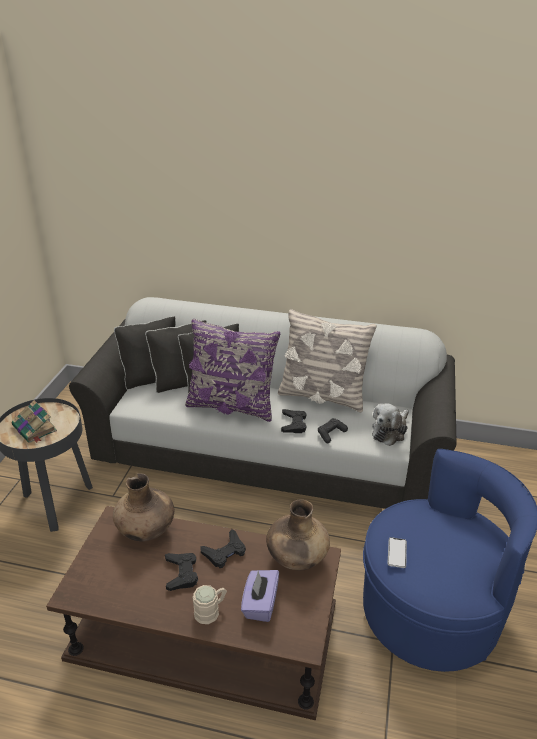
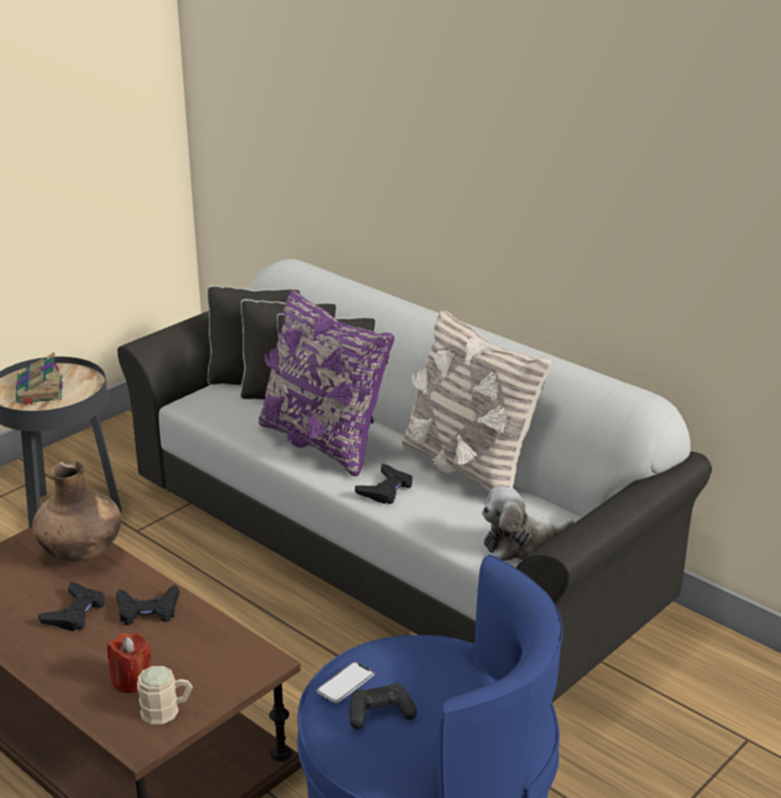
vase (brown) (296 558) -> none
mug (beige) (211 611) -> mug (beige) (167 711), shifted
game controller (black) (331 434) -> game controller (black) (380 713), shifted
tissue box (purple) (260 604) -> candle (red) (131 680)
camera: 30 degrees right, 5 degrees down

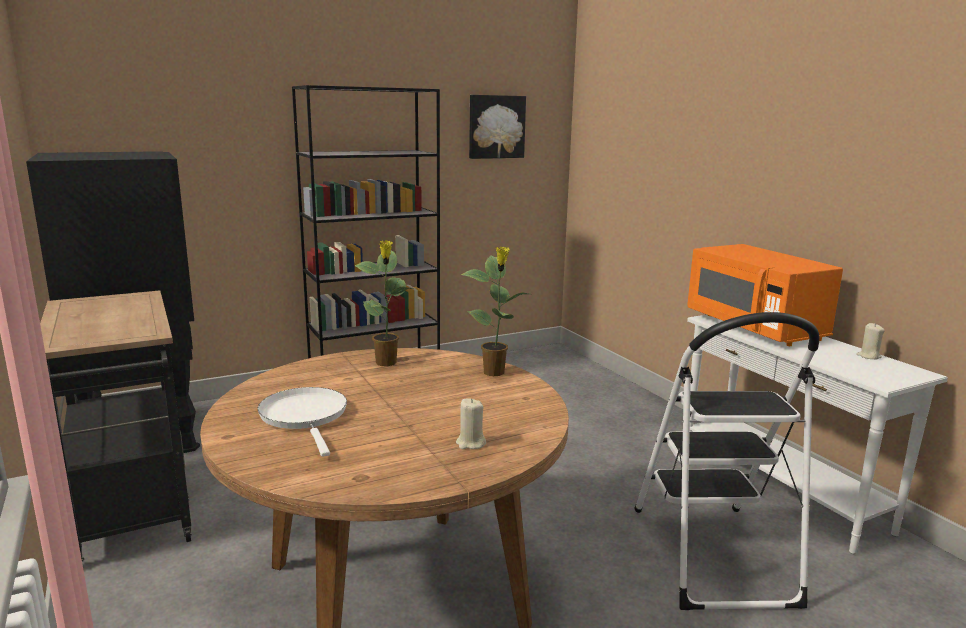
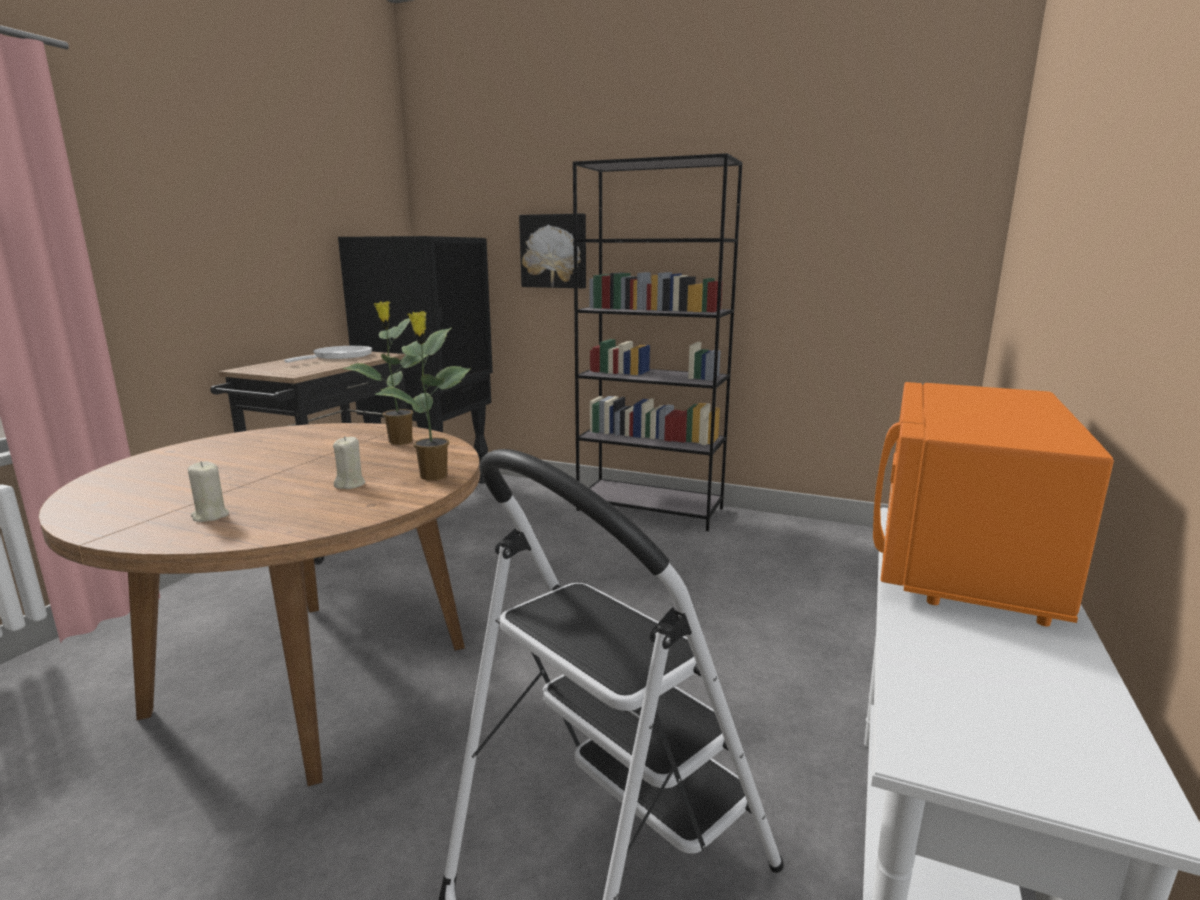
frying pan (white) (305 416) -> frying pan (white) (340 357), shifted
picture (496 127) -> picture (554 251), shifted
candle (beige) (868 356) -> candle (beige) (350 484), shifted
camera: 50 degrees right, 0 degrees up

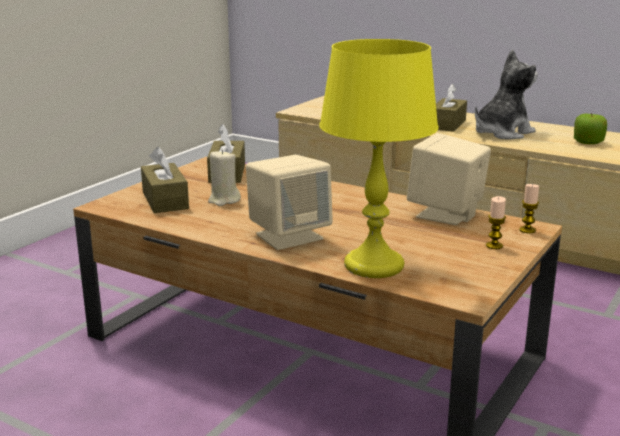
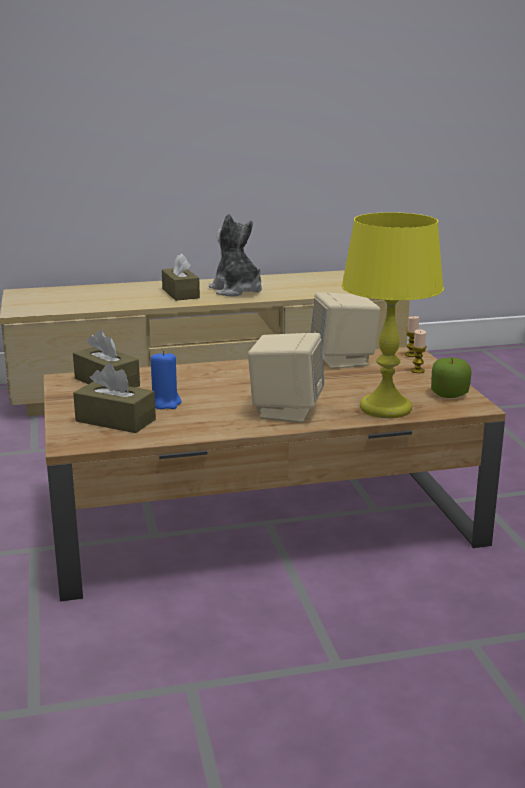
apple (588 142) -> apple (449 394), shifted
candle (beige) (224 200) -> candle (blue) (165 403)
plush toy (502 133) -> plush toy (236 291), 45 degrees counterclockwise
camera: 45 degrees left, 0 degrees up

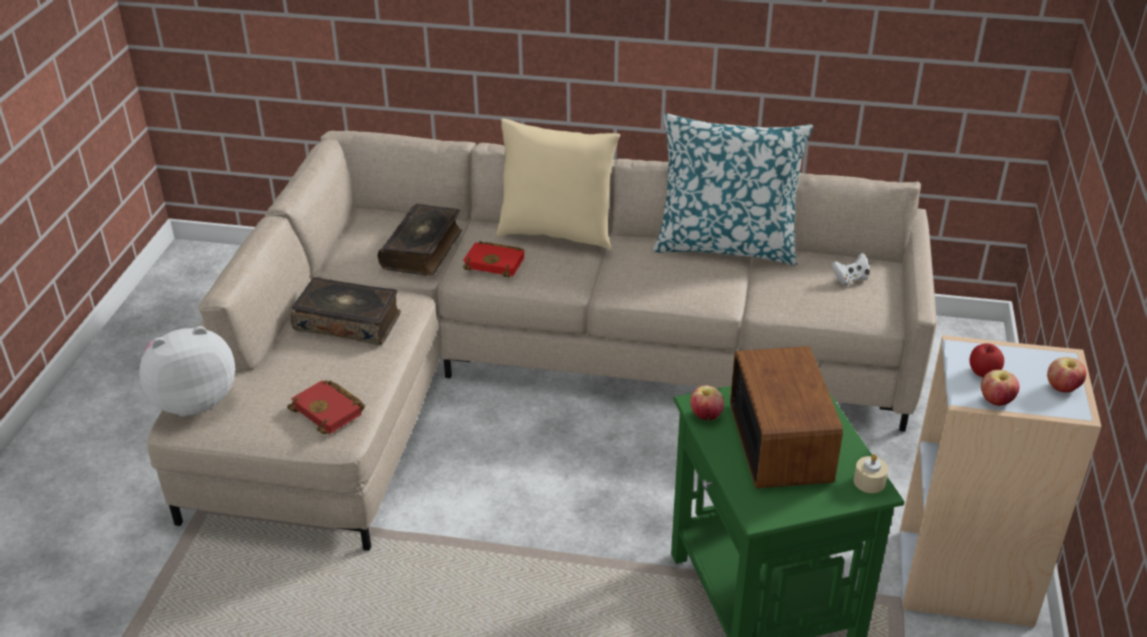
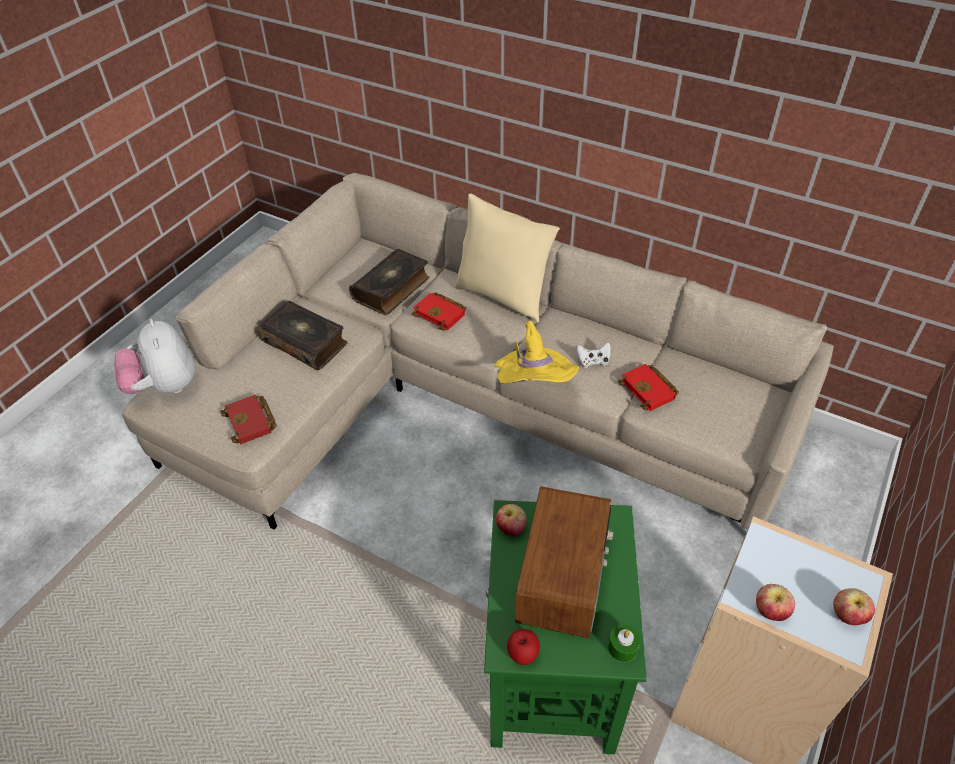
pillow (726 245) -> none
none -> hat (yellow) (533 386)
none -> book (red) (650 390)
game controller (white) (850 279) -> game controller (white) (593 361), shifted
apple (983 372) -> apple (523 653), shifted
candle (beige) (869 482) -> candle (green) (623 647)
plush toy (194 400) -> plush toy (165 386), 105 degrees counterclockwise
camera: 20 degrees right, 10 degrees up

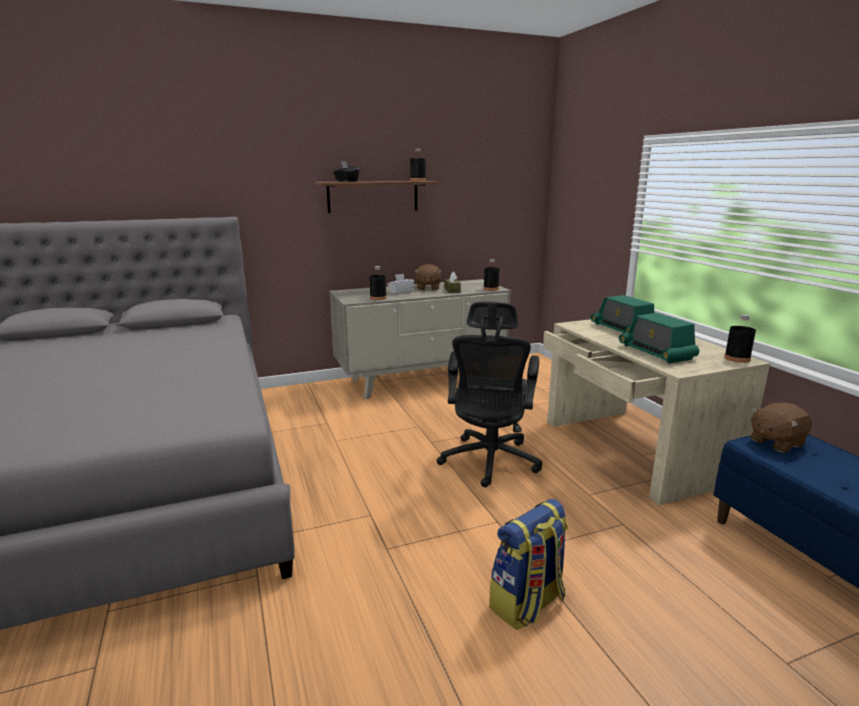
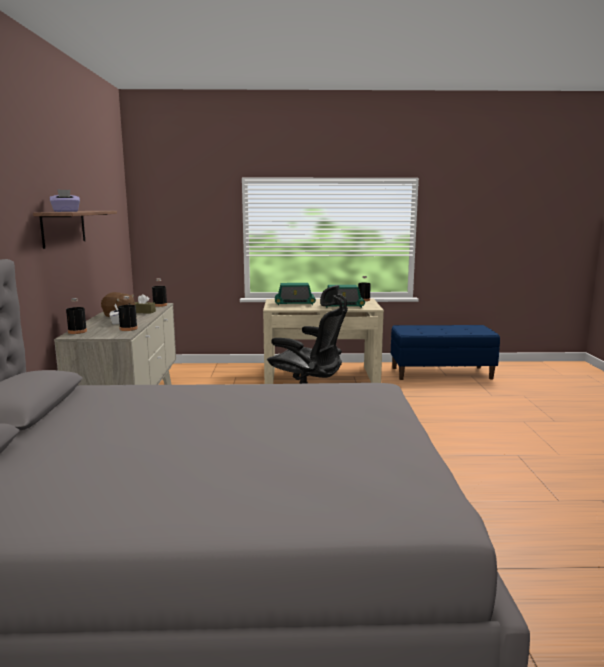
backpack (527 604) -> none
plush toy (brown) (776 442) -> none
bottle (black) (418 181) -> bottle (black) (77 331), shifted
tissue box (black) (346 181) -> tissue box (purple) (66 211)
camera: 70 degrees left, 5 degrees down

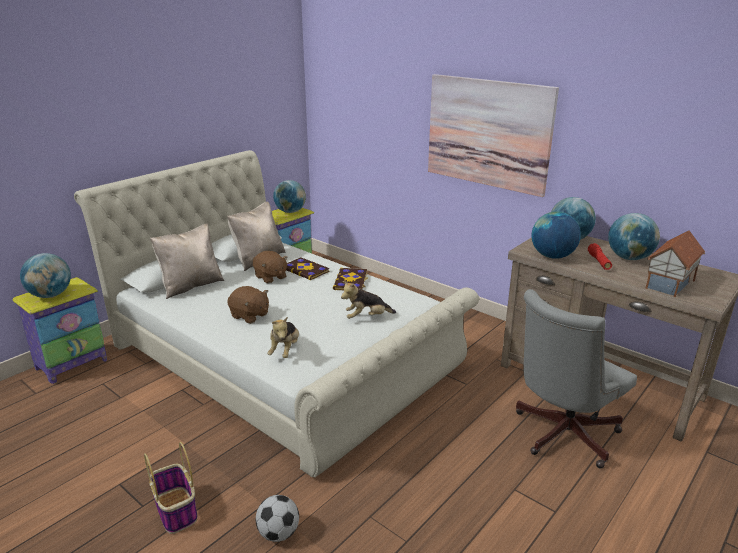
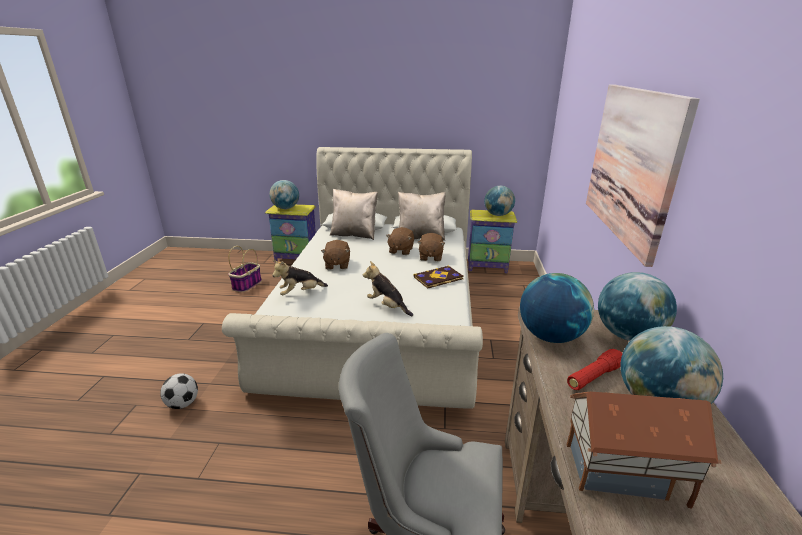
basket (177 510) -> basket (247 285), shifted
book (306 270) -> plush toy (brown) (430 257)
camera: 55 degrees right, 0 degrees up

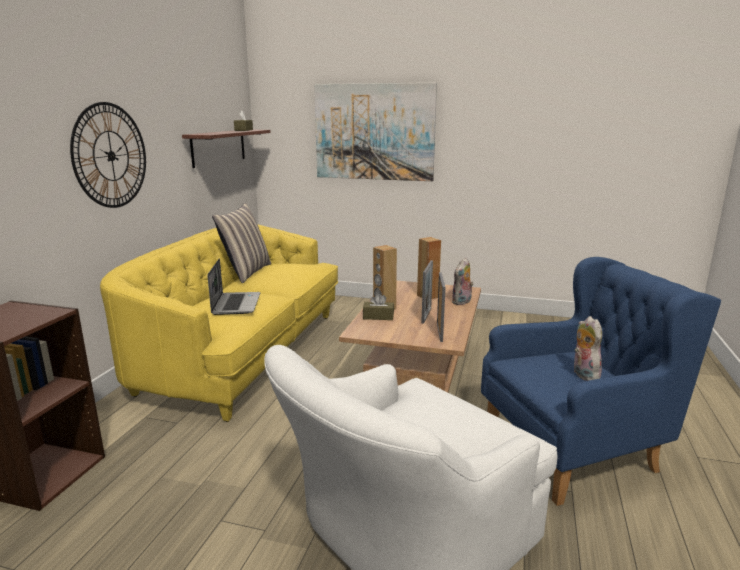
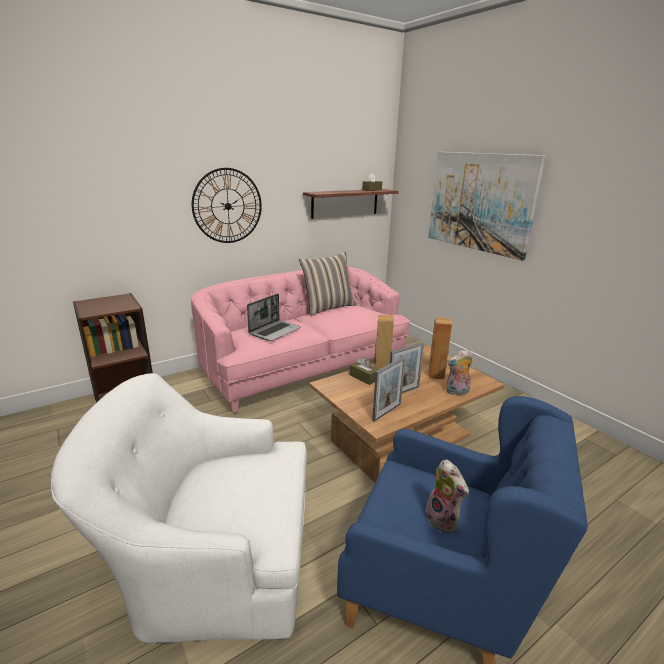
sofa (yellow) (242 353) -> sofa (pink) (303 369)
plush toy (583 374) -> plush toy (444 520), 120 degrees clockwise
camera: 40 degrees right, 5 degrees up

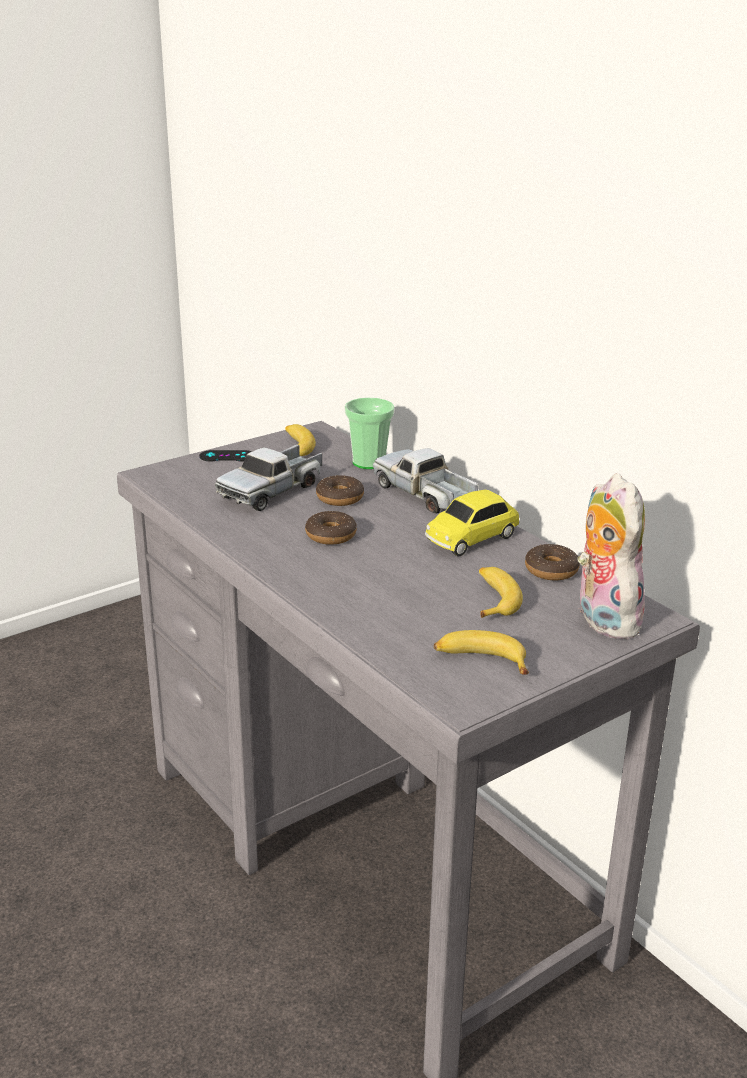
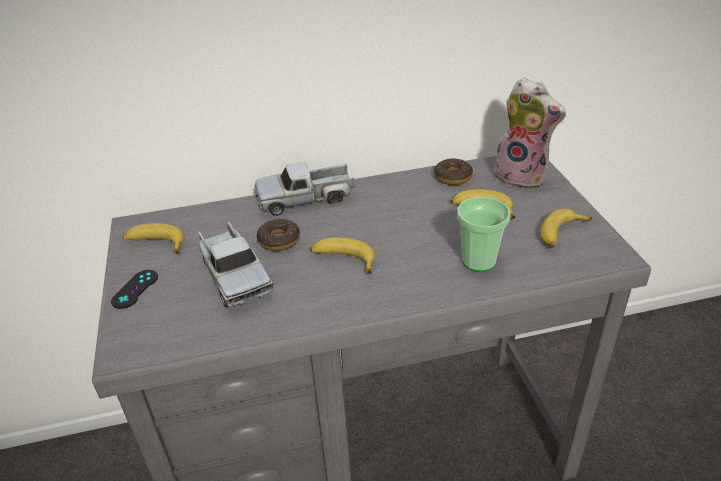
toy car (472 538) -> none
cup (369 462) -> cup (478 261), shifted
donut (331 535) -> banana (343 260)
plush toy (601 618) -> plush toy (522 176), 150 degrees counterclockwise
camera: 65 degrees left, 10 degrees up

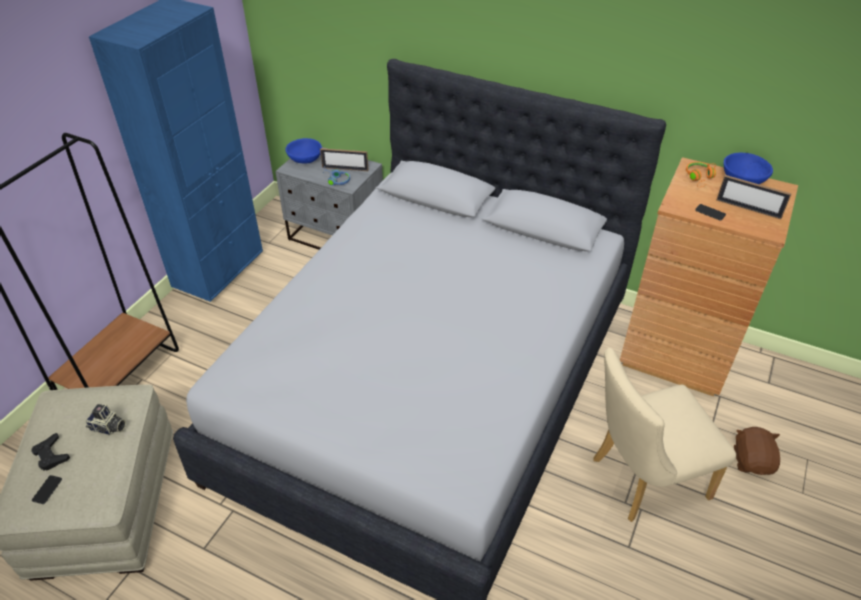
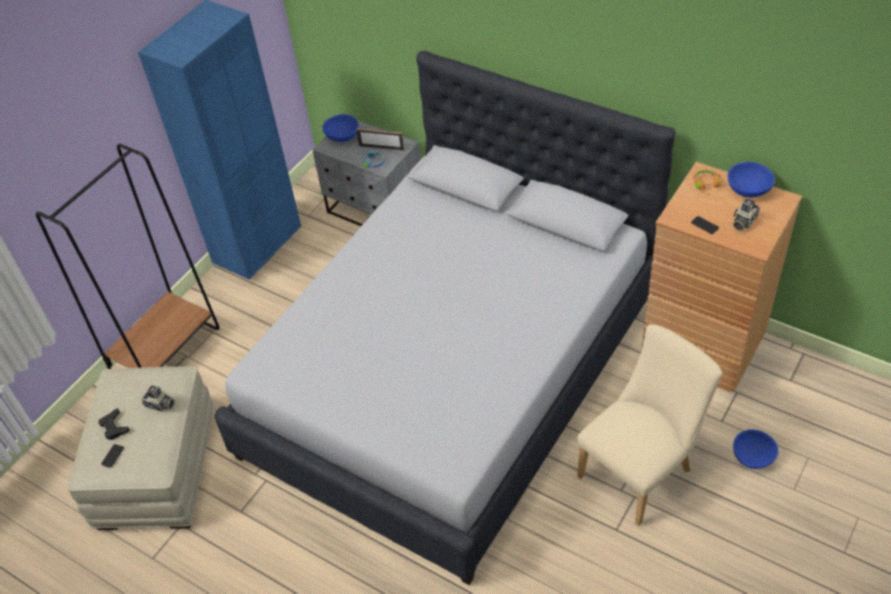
picture frame (748 209) -> photo camera (743 222)
plush toy (brown) (752 461) -> bowl (blue) (752 457)
chair (beige) (641 479) -> chair (beige) (641 470), 150 degrees clockwise
camera: 10 degrees right, 5 degrees up

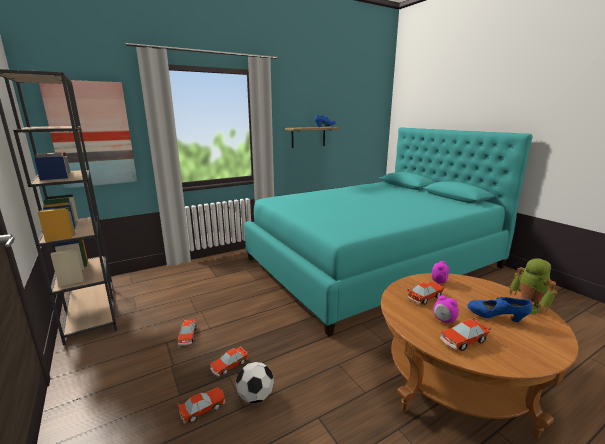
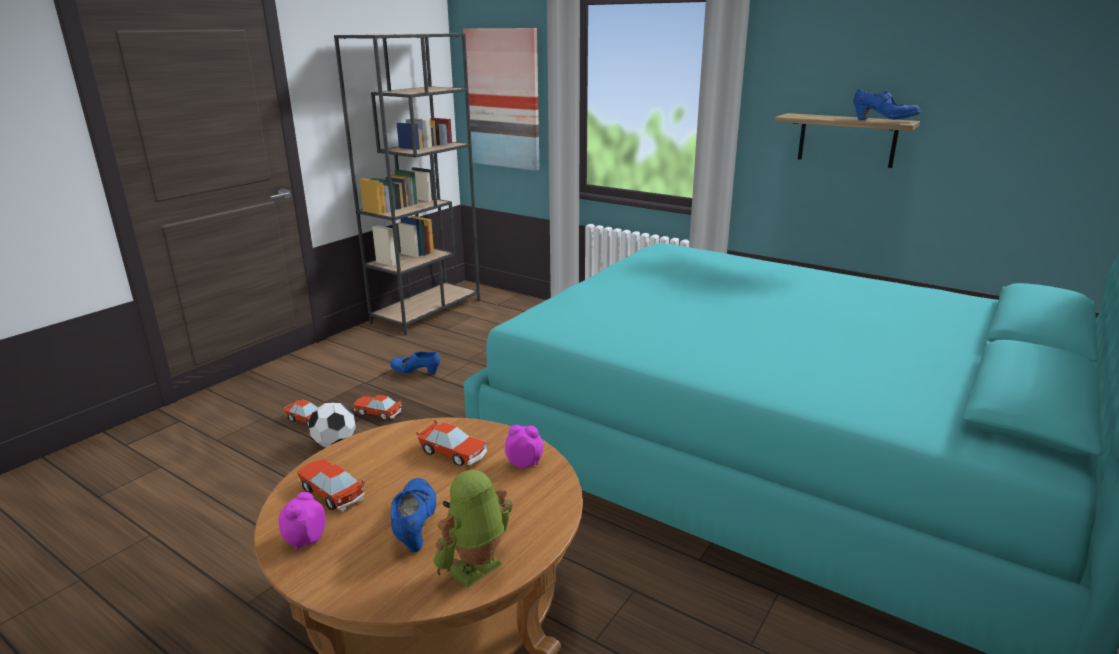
alarm clock (444 320) -> alarm clock (305 540), shifted
toy car (187 336) -> shoe (blue) (416 372)
camera: 65 degrees right, 5 degrees up

